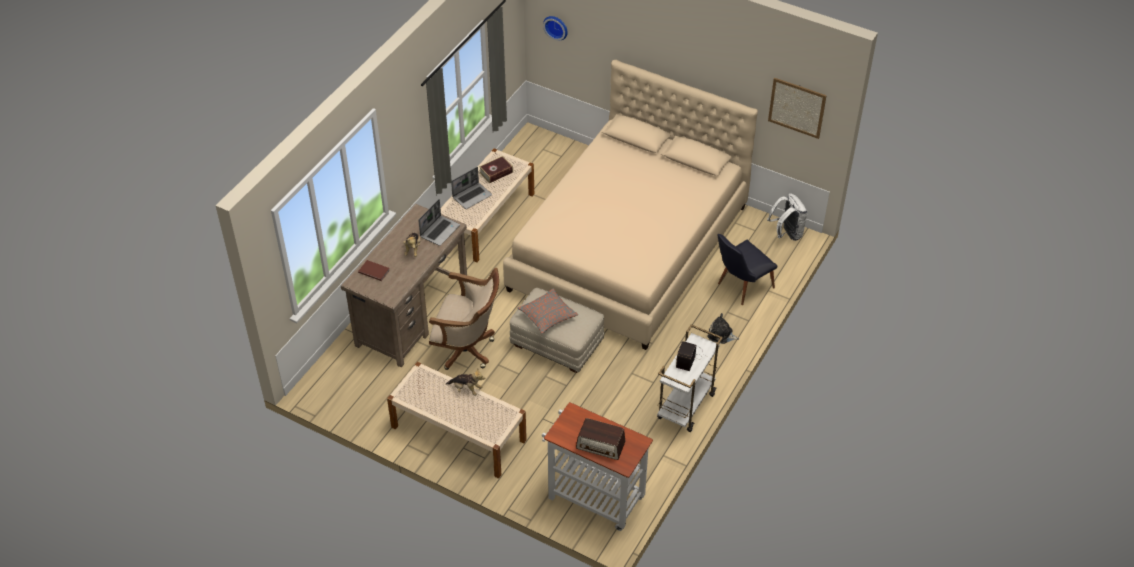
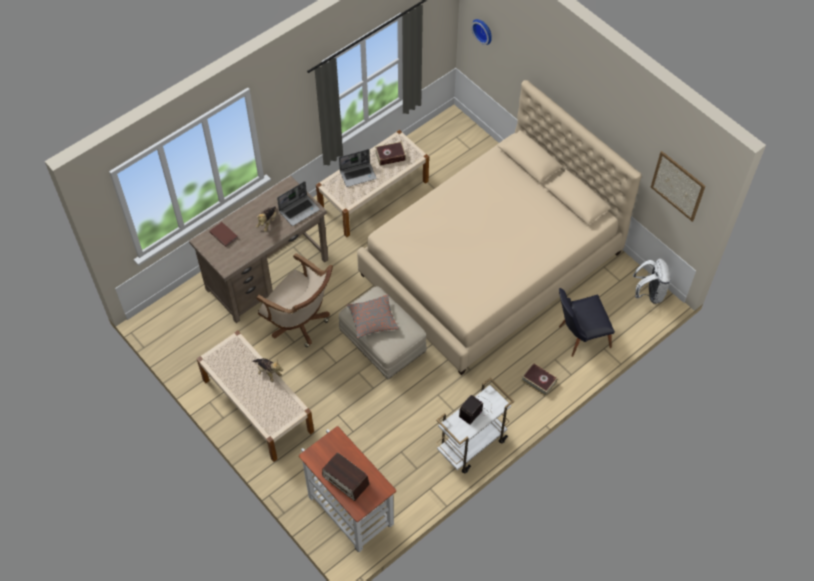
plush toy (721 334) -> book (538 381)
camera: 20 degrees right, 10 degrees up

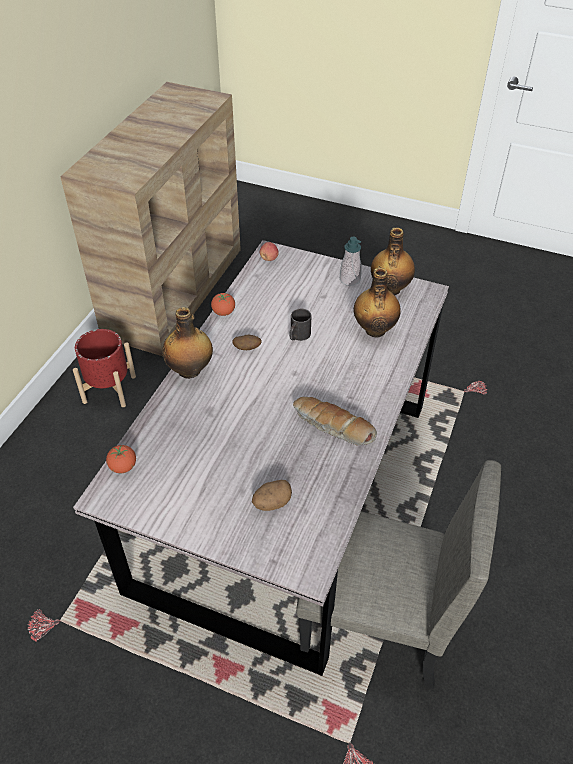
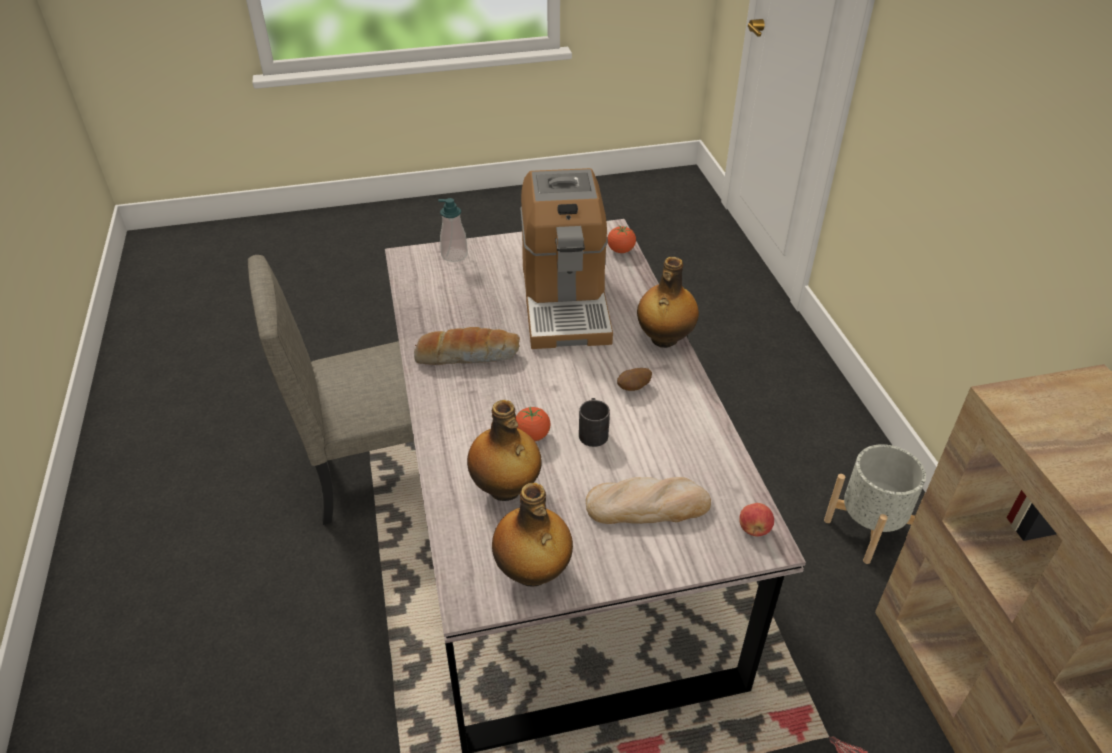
potato (271 503) -> none
none -> coffee machine (565 302)
none -> bread (647 505)
tomato (223 312) -> tomato (532 435), shifted
soap dispenser (350 279) -> soap dispenser (454 255), shifted
planter (red) (109 389) -> planter (grey) (868 529)
camera: 145 degrees right, 5 degrees down

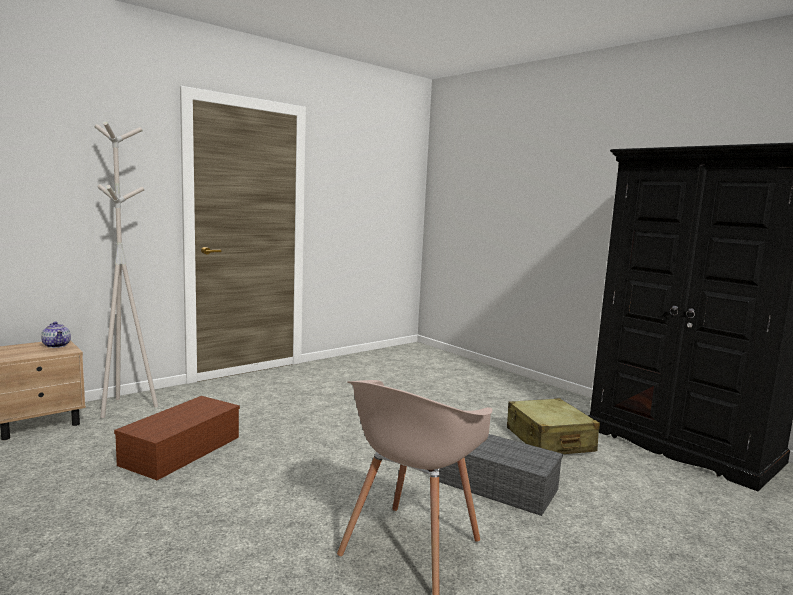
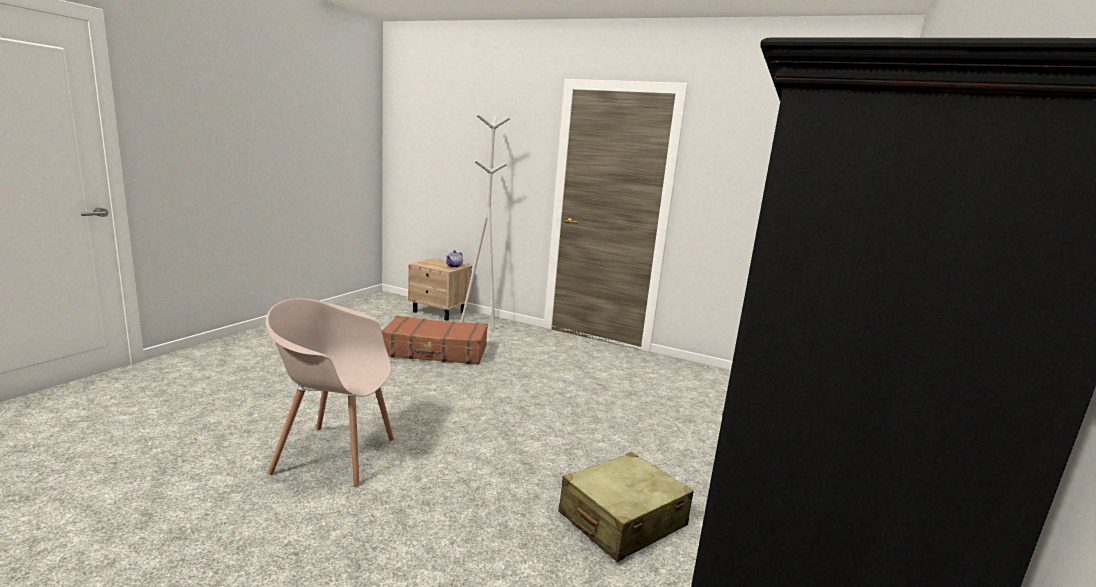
storage box (grey) (495 484) -> none
storage box (brown) (182 449) -> suitcase (brown) (435 351)
camera: 65 degrees right, 5 degrees up

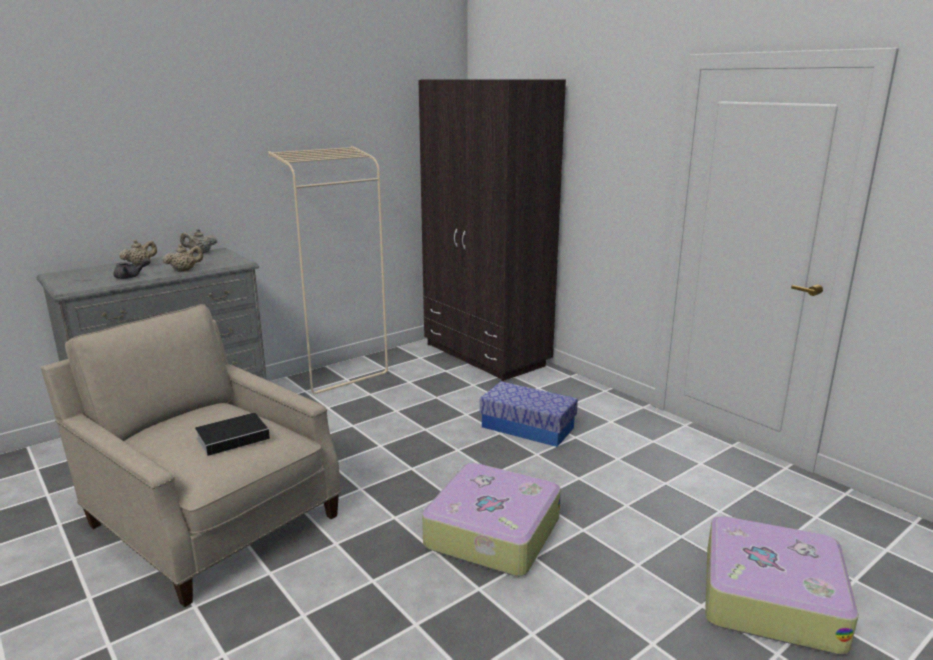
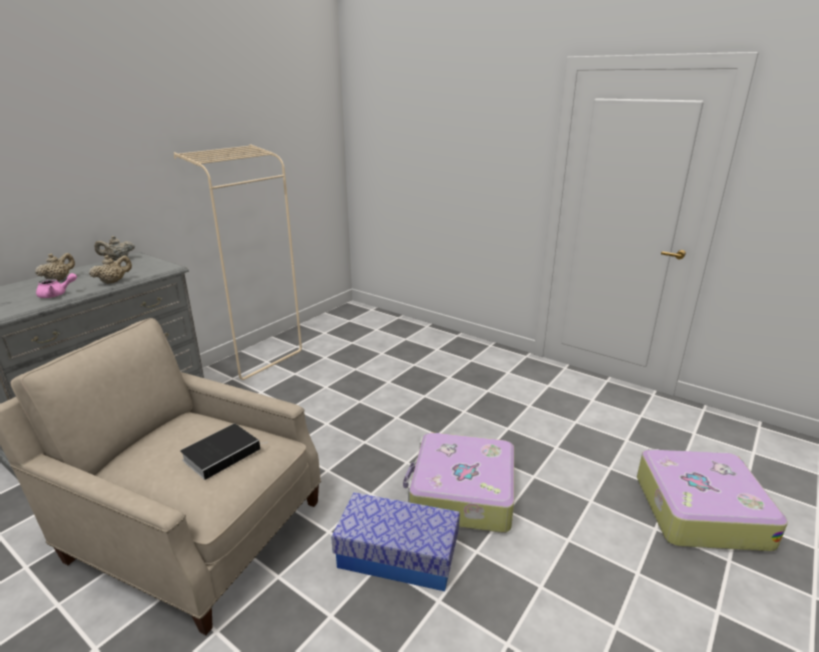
wardrobe (brown) (486 355) -> none
storage box (527 427) -> storage box (397 555), shifted
teapot (grey) (131 277) -> teapot (pink) (56 294)
camera: 15 degrees left, 5 degrees up

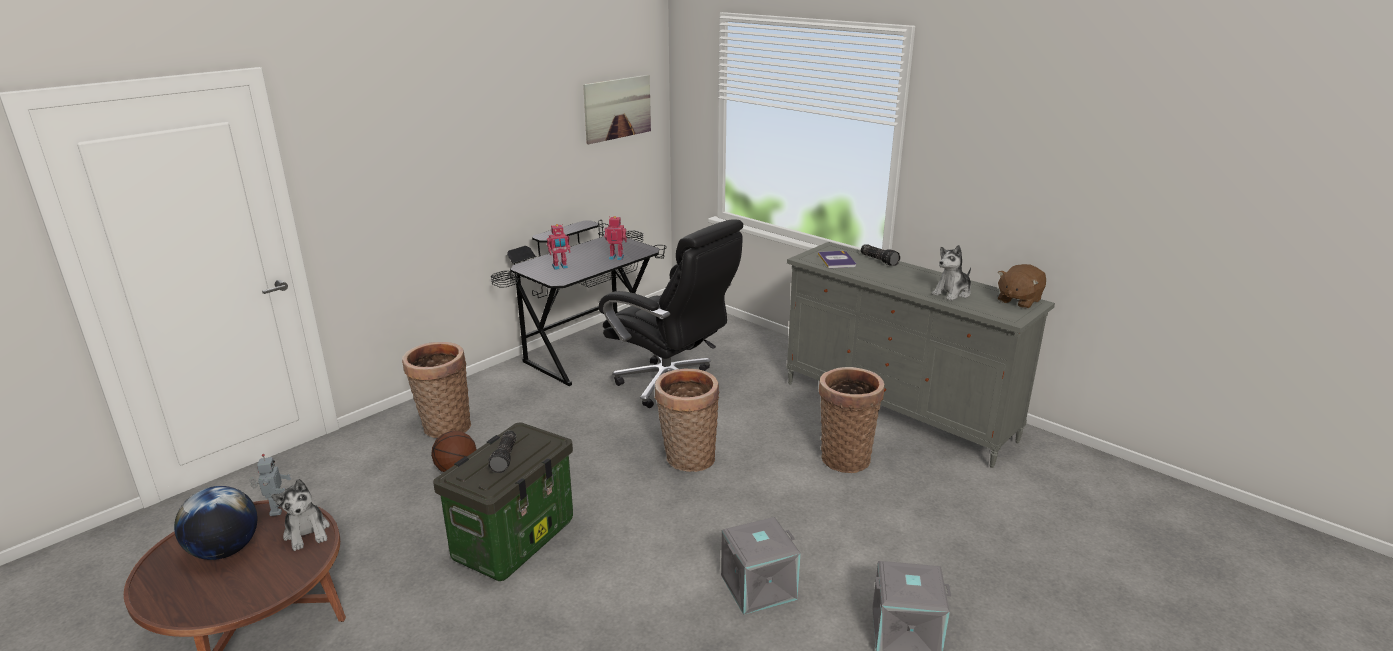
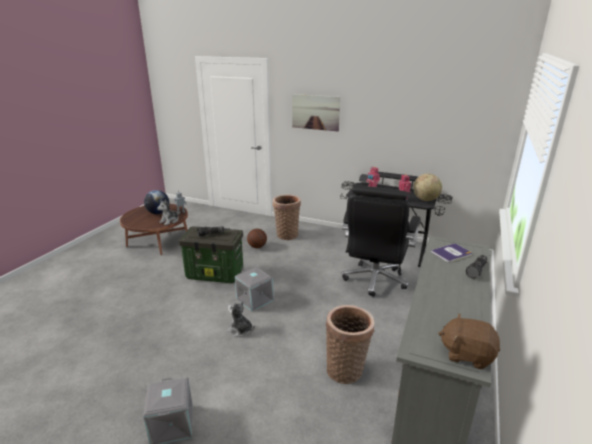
basket (687 459) -> none
none -> globe (425 199)
picture (617 108) -> picture (315 112), shifted
storage box (grey) (758 586) -> storage box (grey) (255 299), shifted
plush toy (952 293) -> plush toy (240 330), shifted
camera: 70 degrees right, 0 degrees up

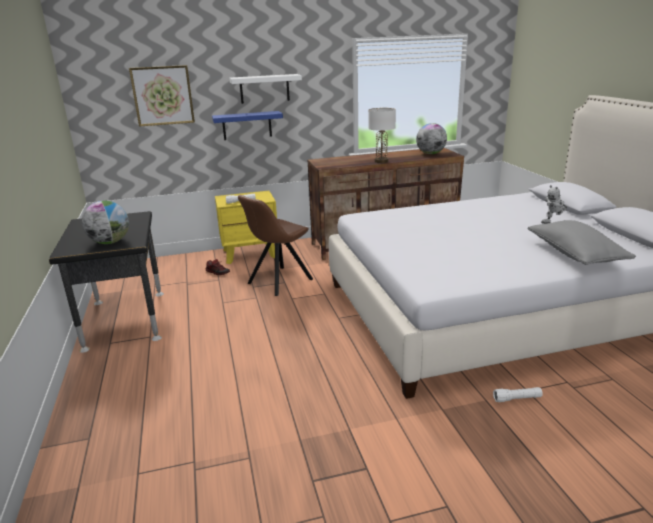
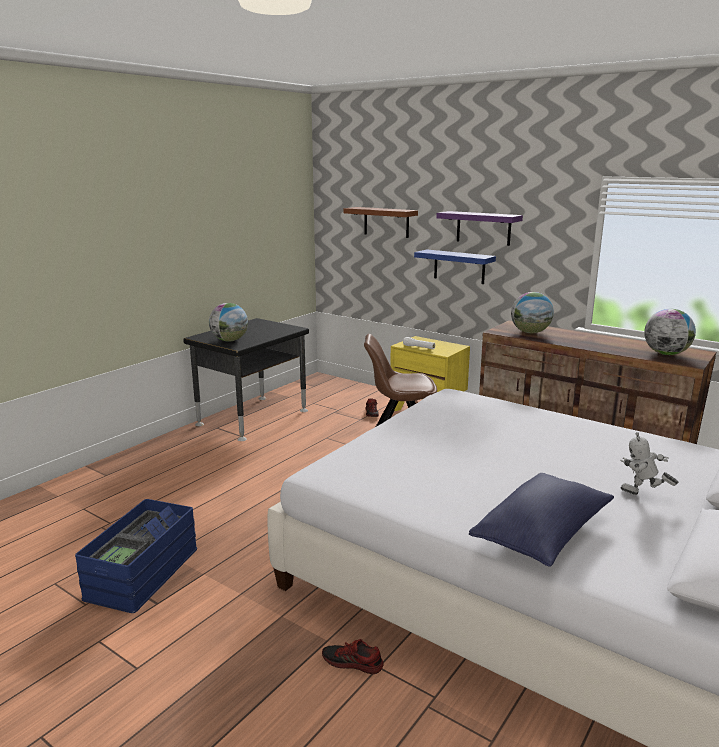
table lamp (381 161) -> none
none -> storage box (blue) (142 572)
none -> globe (530 332)
picture (163 95) -> shelf (brown) (386 222)
flashlight (white) (517 399) -> shoe (352 663)
shelf (white) (264 88) -> shelf (purple) (483 228)
pillow (grey) (575 255) -> pillow (blue) (542 534)
camera: 50 degrees right, 5 degrees down

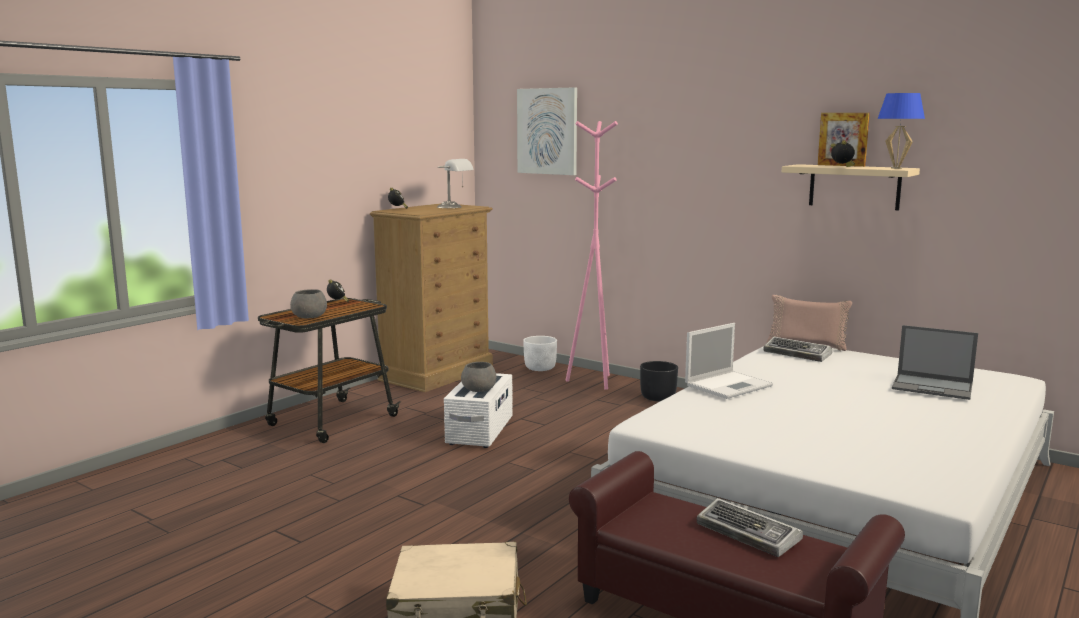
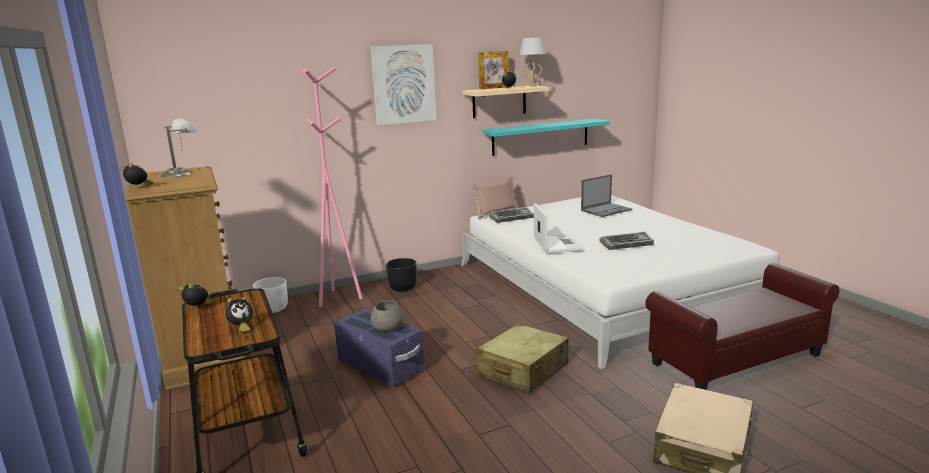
none -> suitcase (beige) (522 370)
none -> shelf (turquoise) (540 136)
picture (547 131) -> picture (403 84), shifted
keyboard (749 534) -> keyboard (626 244), shifted
bowl (grey) (310 316) -> alarm clock (241 328)
storage box (white) (480 431) -> storage box (purple) (380 366)
table lamp (blue) (896 168) -> table lamp (white) (532 86)
camera: 60 degrees left, 5 degrees up

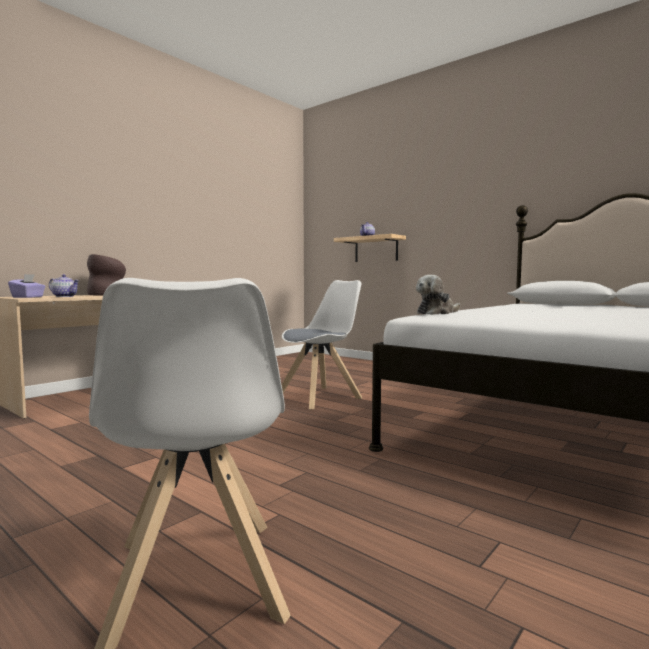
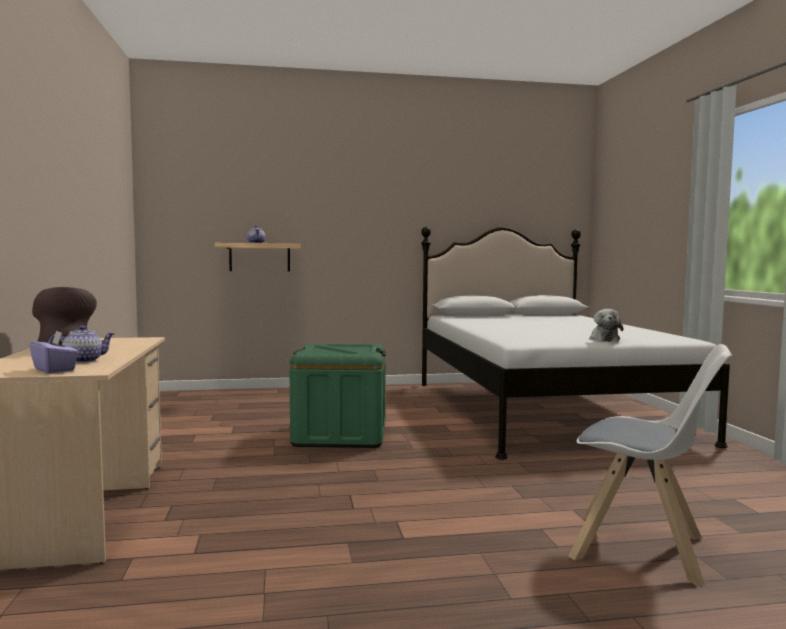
plush toy (437 313) -> plush toy (604 339), shifted
chair (320 397) -> storage box (green) (340 435)
camera: 50 degrees left, 0 degrees up

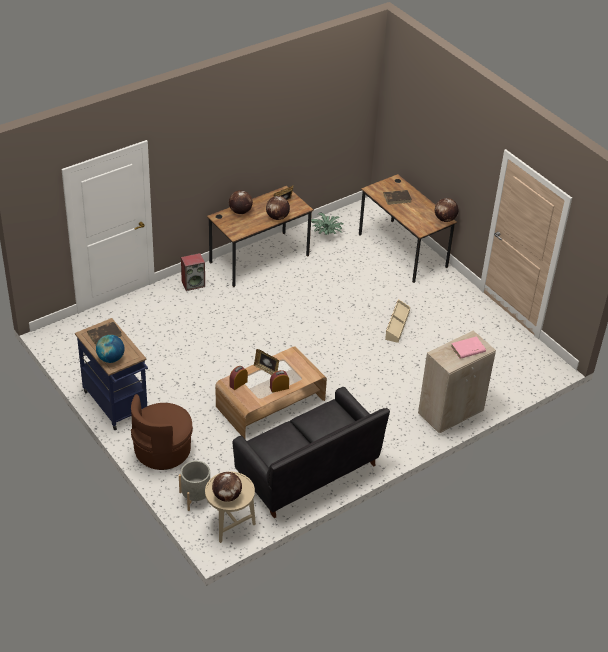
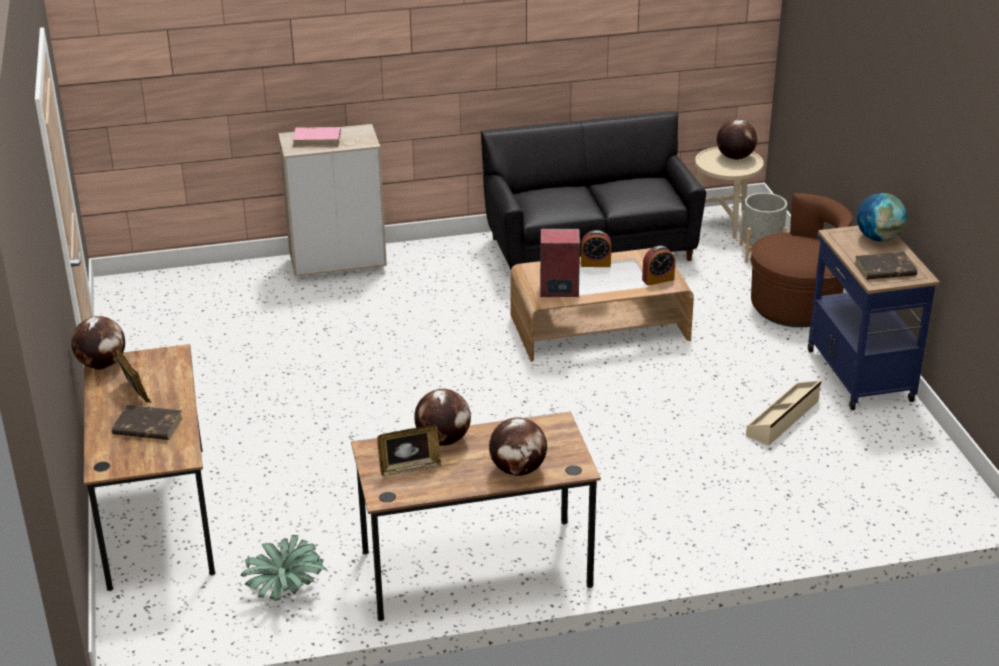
speaker (193 284) -> speaker (558 289), shifted
picture frame (266 370) -> picture frame (135 393), shifted
storage box (beige) (396 325) -> storage box (beige) (783 418), shifted
camera: 155 degrees left, 10 degrees down

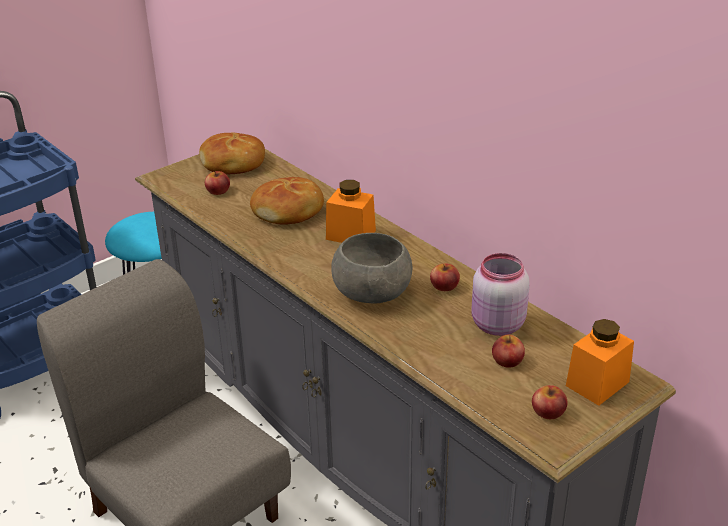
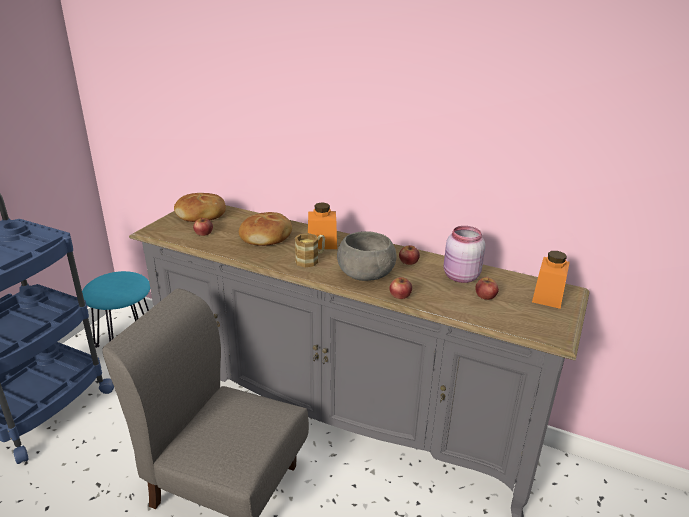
none -> mug (311 260)
apple (548 411) -> apple (400 295), shifted
camera: 25 degrees left, 5 degrees down

